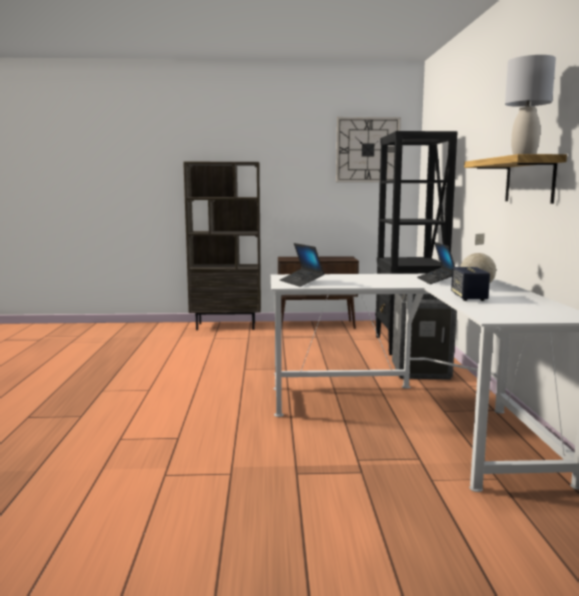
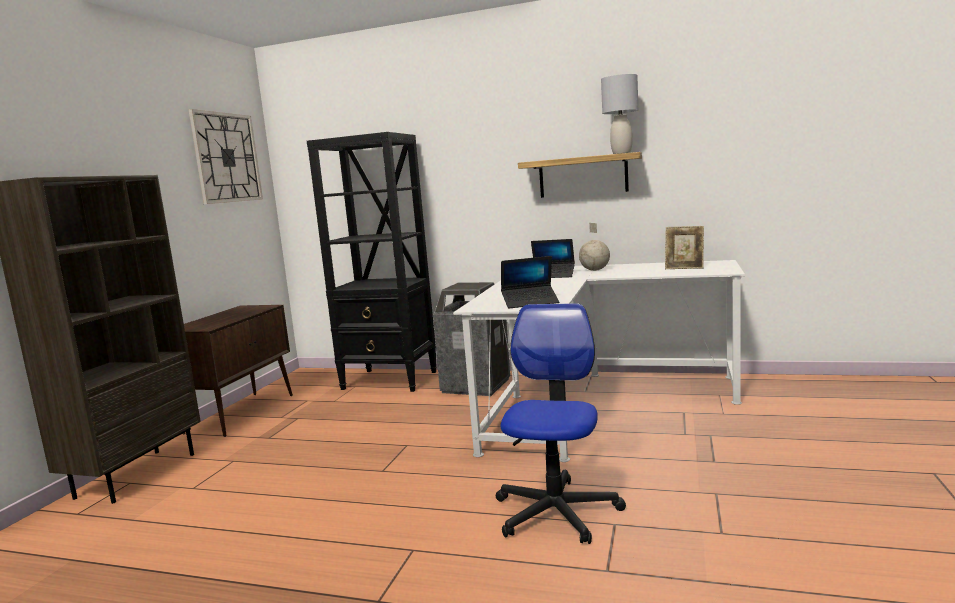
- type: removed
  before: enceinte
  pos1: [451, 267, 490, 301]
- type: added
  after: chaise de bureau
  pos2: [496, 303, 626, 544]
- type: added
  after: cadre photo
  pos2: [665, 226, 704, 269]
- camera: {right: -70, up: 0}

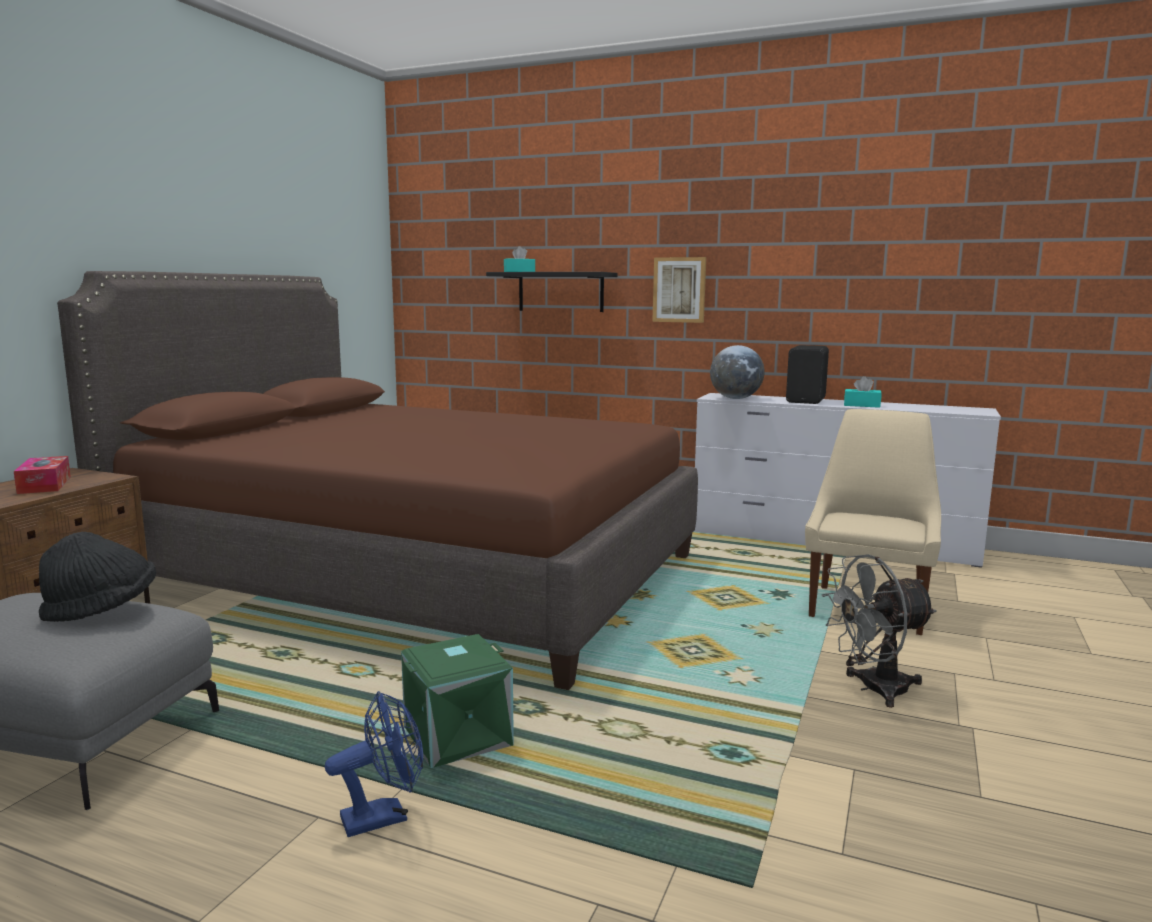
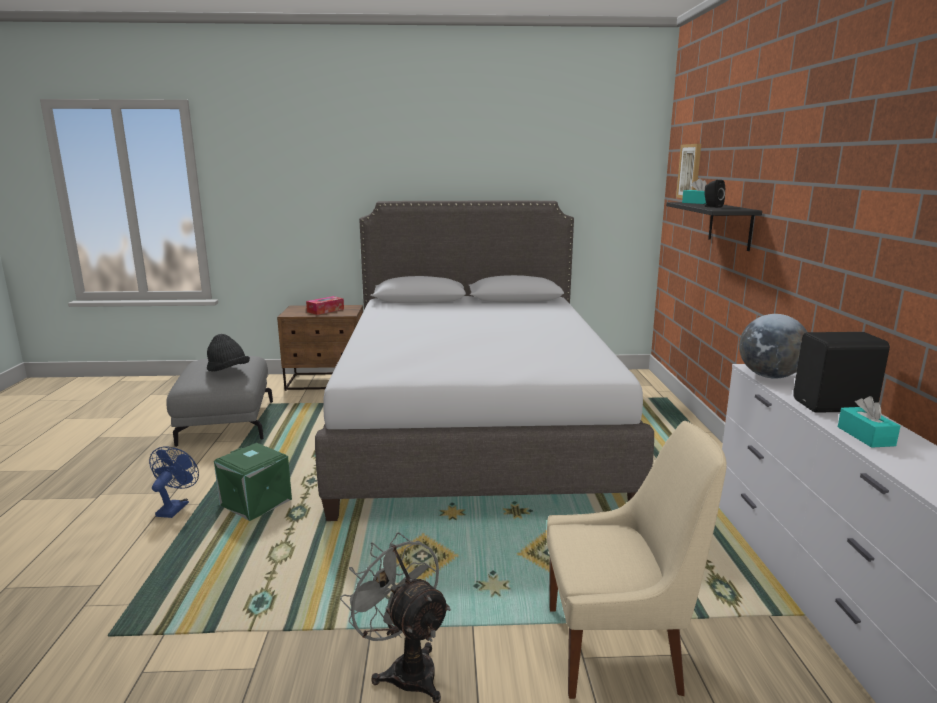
- type: recoloured
  before: lit/marron
  after: lit/gris
  pos1: [57, 271, 698, 690]
  pos2: [315, 200, 654, 521]
- type: turned
  before: ventilateur/bleu
  pos1: [325, 691, 423, 837]
  pos2: [149, 446, 199, 518]
  turn: -120
- type: moved
  before: tableau
  pos1: [652, 257, 706, 323]
  pos2: [676, 144, 701, 198]
- type: added
  after: enceinte/noir
  pos2: [703, 180, 725, 208]
- camera: {right: 65, up: 5}

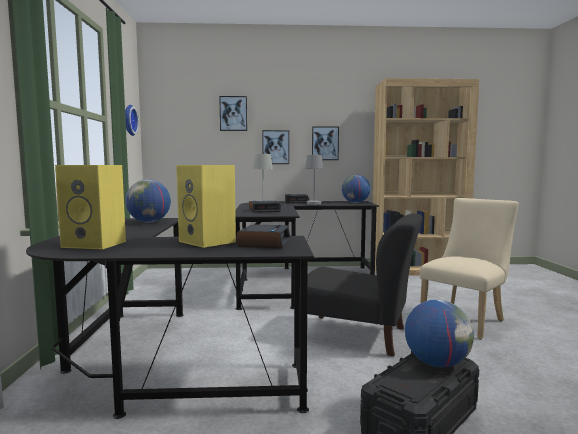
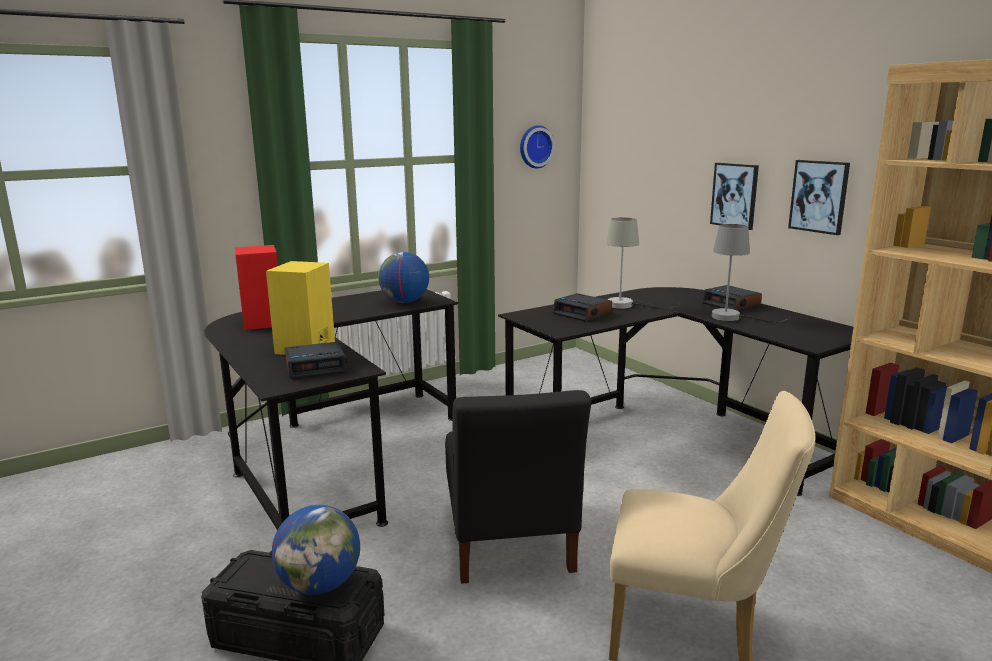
- type: recoloured
  before: enceinte/jaune
  after: enceinte/rouge
  pos1: [55, 165, 126, 249]
  pos2: [235, 245, 278, 330]
- type: removed
  before: tableau
  pos1: [219, 96, 247, 131]
- type: removed
  before: globe
  pos1: [342, 175, 370, 203]
- camera: {right: 60, up: 10}

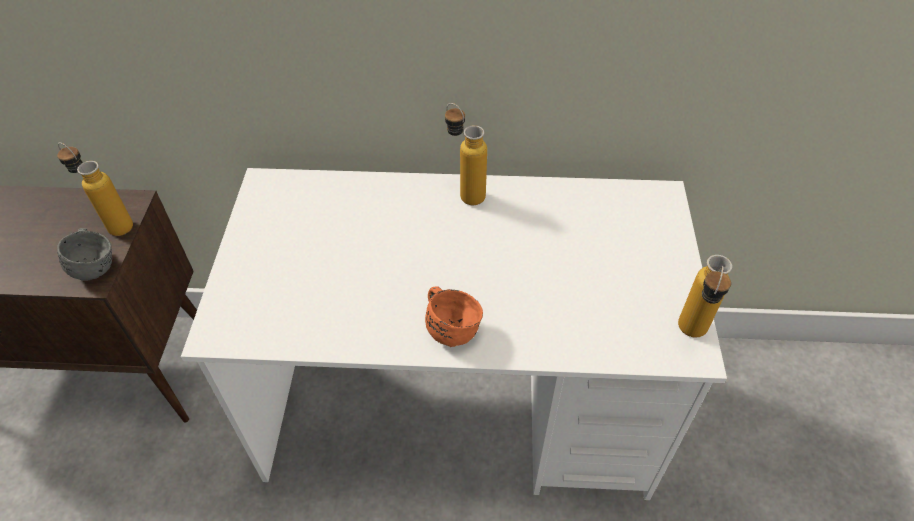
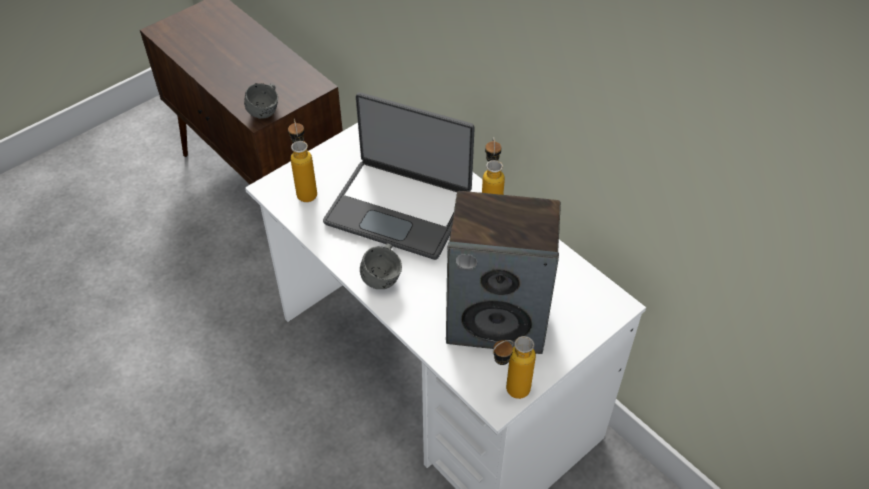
- type: moved
  before: bouteille
  pos1: [57, 143, 133, 236]
  pos2: [288, 119, 317, 202]
- type: recoloured
  before: mug/orange
  after: mug/gris
  pos1: [425, 286, 483, 347]
  pos2: [360, 243, 402, 289]
- type: added
  after: ordinateur portable
  pos2: [323, 92, 475, 260]
- type: added
  after: enceinte
  pos2: [446, 191, 561, 354]
- camera: {right: 45, up: 0}

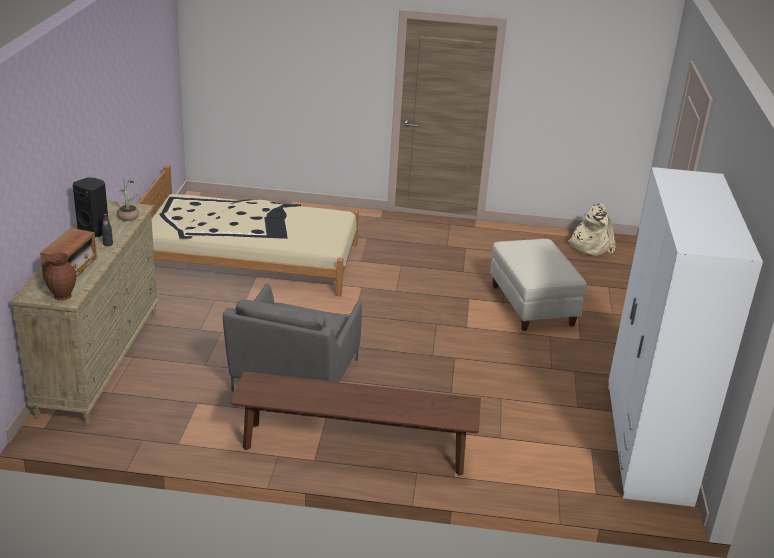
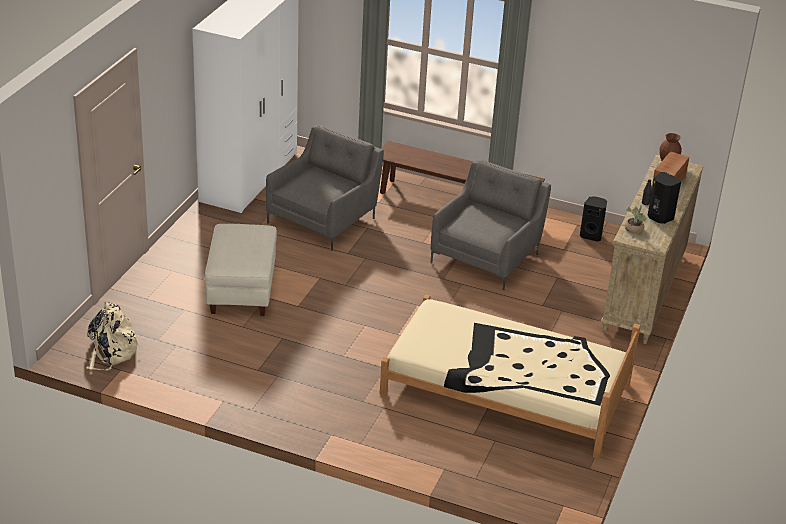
- type: added
  after: fauteuil/gris
  pos2: [266, 125, 384, 251]
- type: added
  after: enceinte/noir
  pos2: [580, 196, 607, 242]
- camera: {right: -165, up: 5}

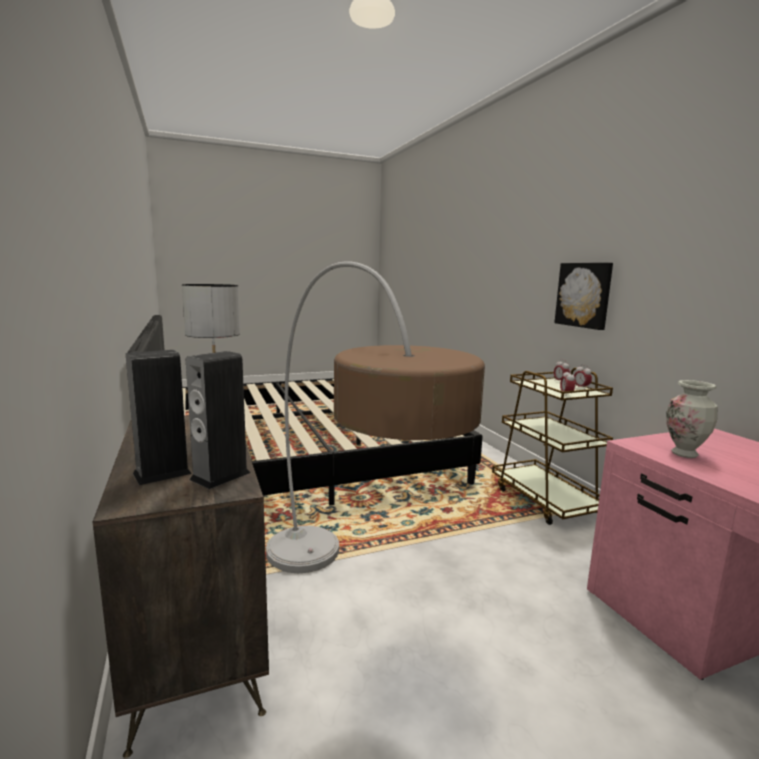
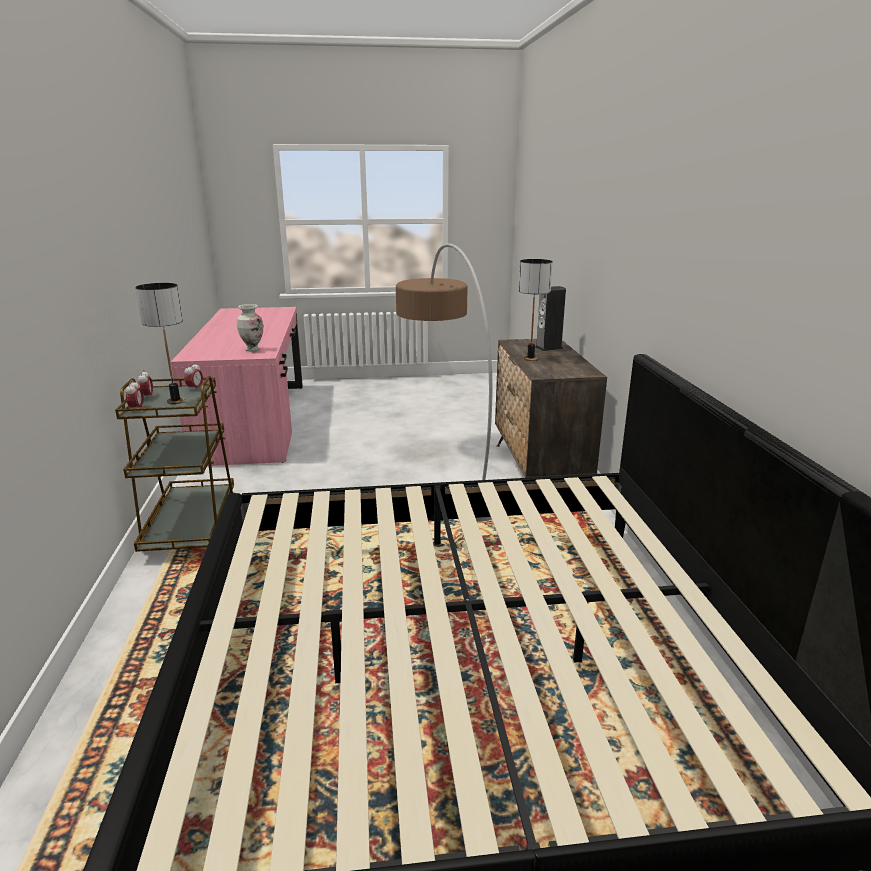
- type: removed
  before: enceinte
  pos1: [186, 351, 250, 489]
- type: removed
  before: tableau
  pos1: [554, 263, 613, 330]
- type: added
  after: lampe de table
  pos2: [135, 283, 185, 404]
- camera: {right: -165, up: 10}

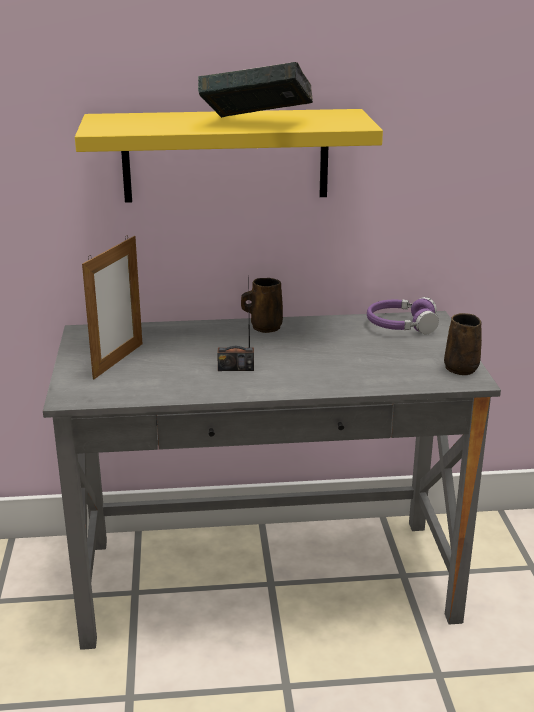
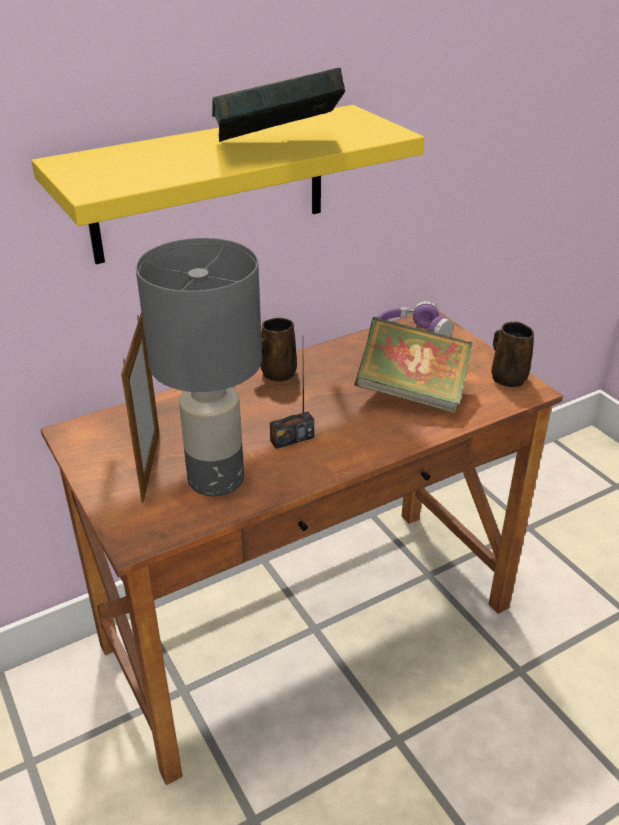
- type: recoloured
  before: bureau/gris
  after: bureau/marron
  pos1: [43, 311, 501, 650]
  pos2: [40, 311, 563, 785]
- type: added
  after: lampe de table/gris
  pos2: [136, 238, 262, 496]
- type: added
  after: livre
  pos2: [354, 317, 473, 413]
- camera: {right: -25, up: 10}

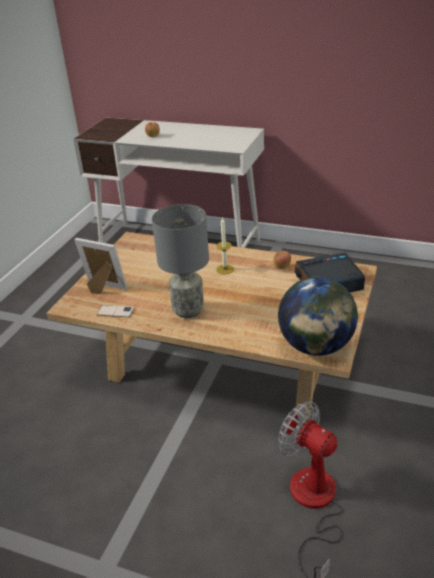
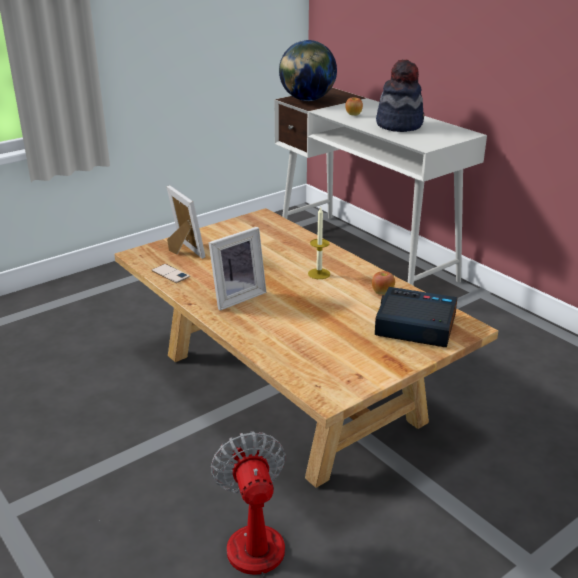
- type: replaced
  before: lampe de table/gris
  after: cadre photo
  pos1: [152, 204, 209, 318]
  pos2: [209, 227, 267, 311]
- type: moved
  before: globe
  pos1: [278, 277, 358, 356]
  pos2: [279, 40, 337, 101]
- type: added
  after: chapeau
  pos2: [376, 59, 424, 132]
- camera: {right: 30, up: -5}

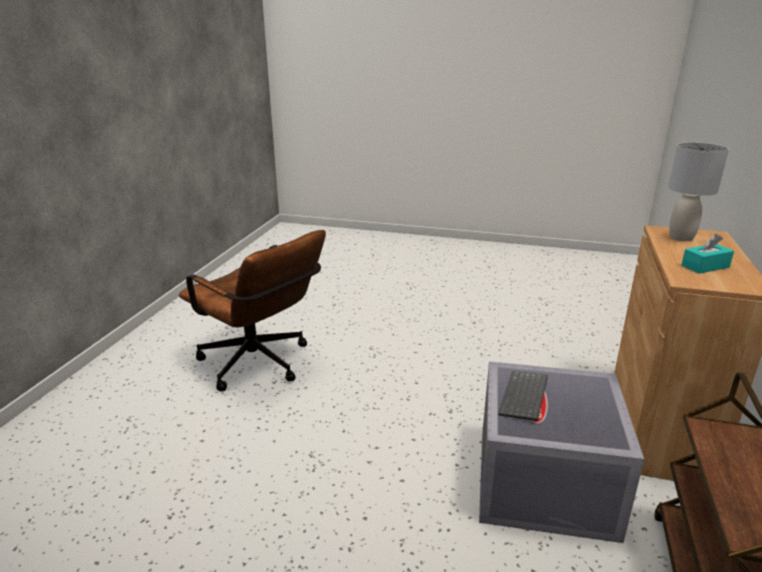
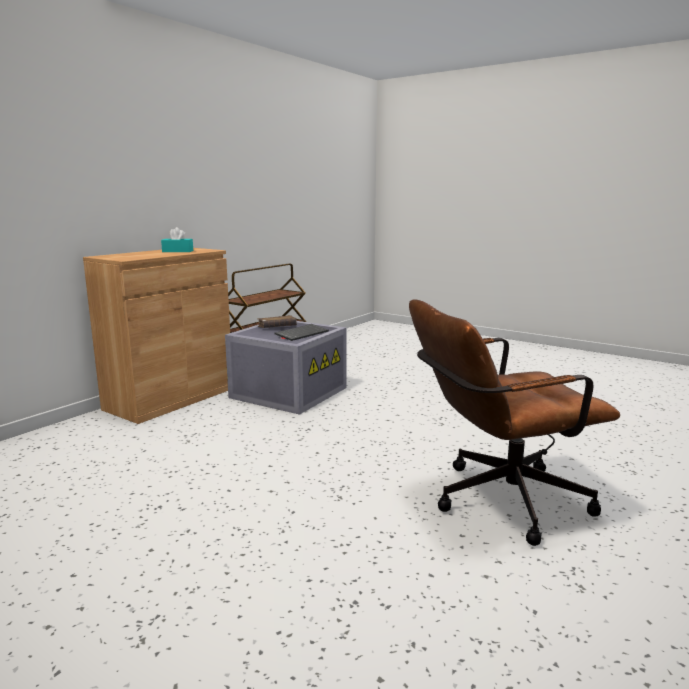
- type: turned
  before: chaise de bureau/marron
  pos1: [179, 230, 326, 392]
  pos2: [409, 299, 620, 546]
  turn: -75
- type: removed
  before: lampe de table/gris
  pos1: [668, 142, 729, 241]
- type: added
  after: livre/marron
  pos2: [257, 315, 297, 328]
- camera: {right: -160, up: -10}

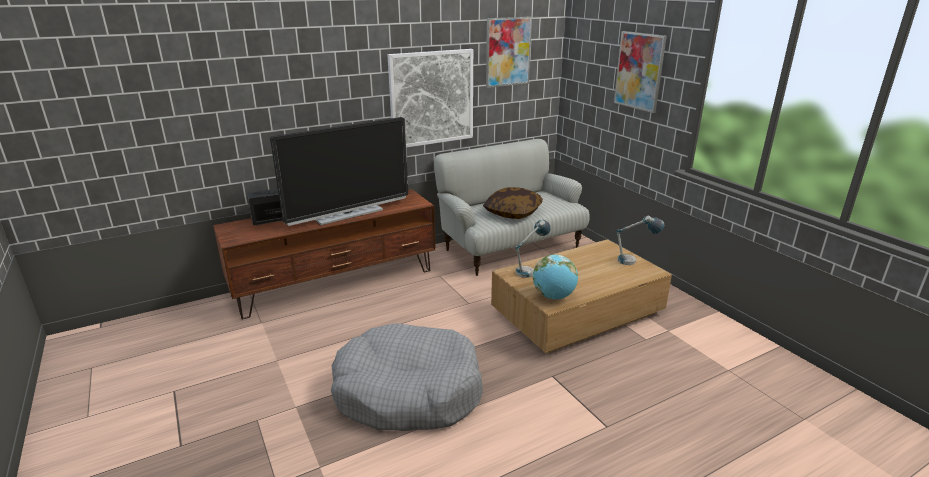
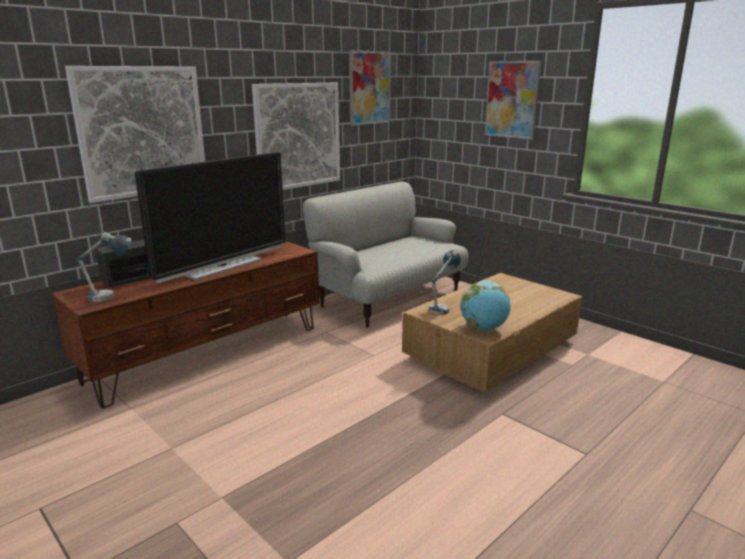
- type: removed
  before: panier pour chien/gris
  pos1: [331, 323, 483, 431]
- type: removed
  before: coussin
  pos1: [483, 187, 543, 219]
- type: moved
  before: lampe de table
  pos1: [616, 216, 664, 265]
  pos2: [77, 232, 131, 302]
- type: added
  after: tableau
  pos2: [65, 66, 205, 203]
- camera: {right: -15, up: -5}

